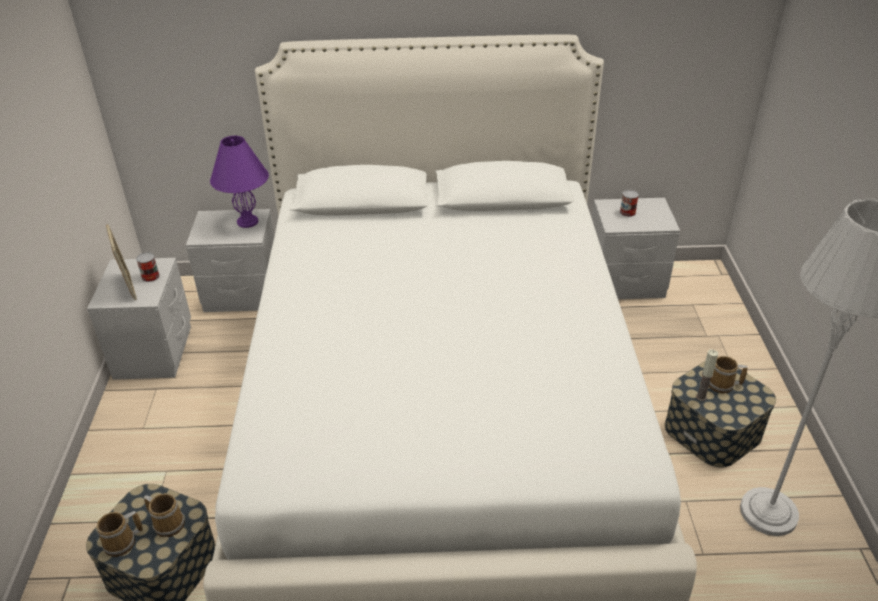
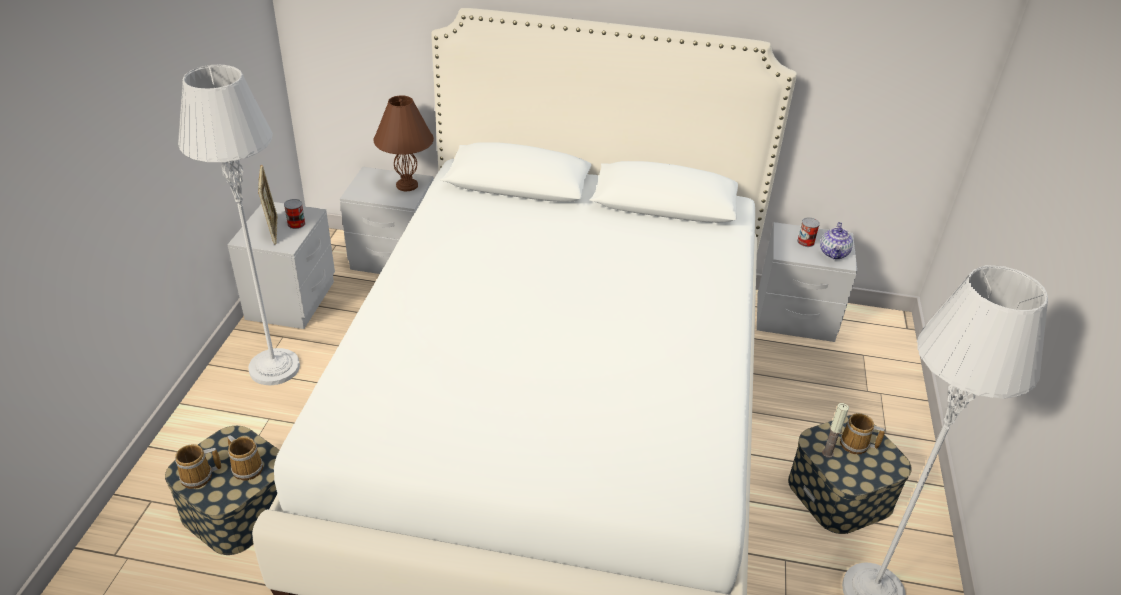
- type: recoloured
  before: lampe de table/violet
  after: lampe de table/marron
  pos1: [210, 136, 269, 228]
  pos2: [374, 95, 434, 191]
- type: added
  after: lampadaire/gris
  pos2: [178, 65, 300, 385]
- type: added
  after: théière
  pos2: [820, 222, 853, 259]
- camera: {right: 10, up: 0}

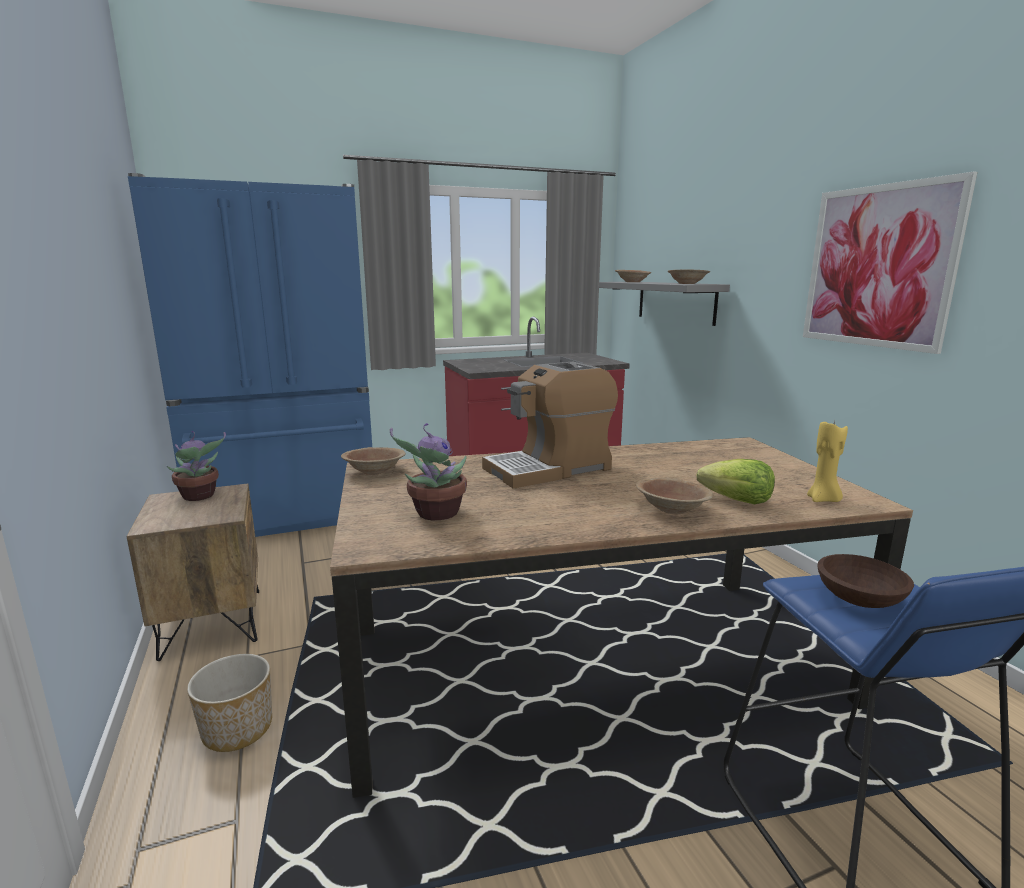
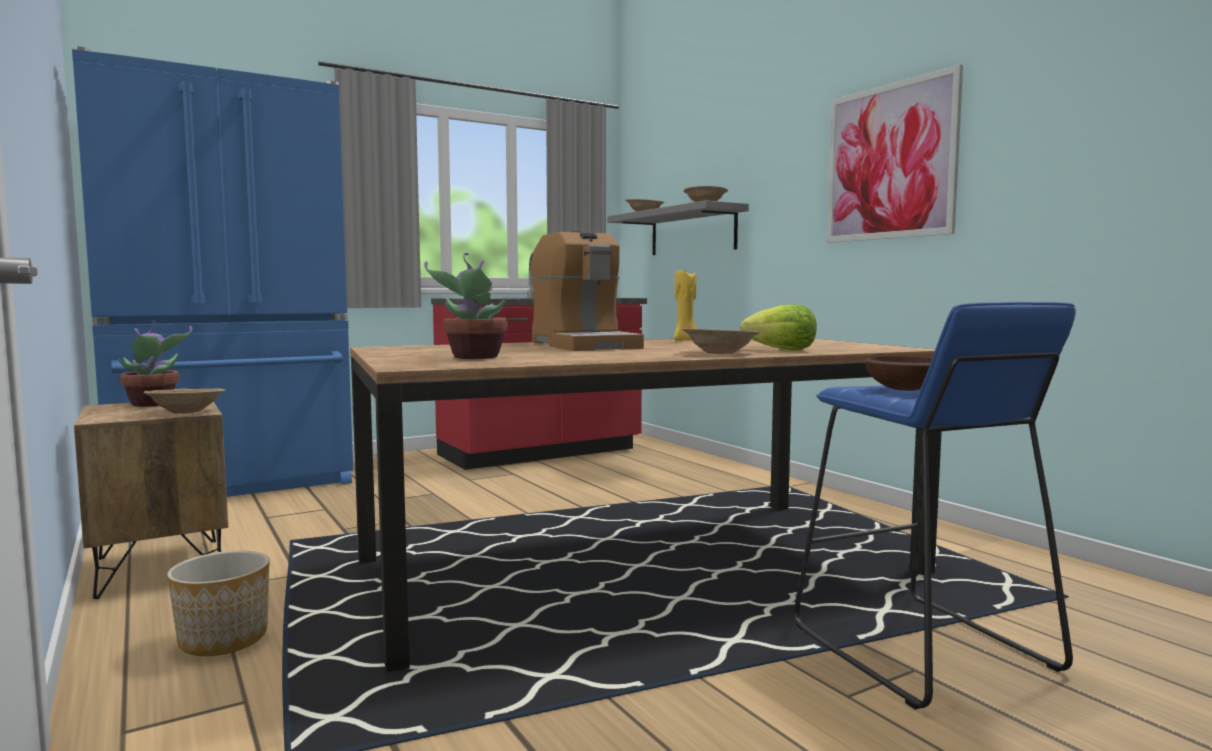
- type: moved
  before: bol/marron
  pos1: [341, 447, 406, 475]
  pos2: [143, 388, 225, 414]
- type: turned
  before: machine à café
  pos1: [482, 362, 618, 489]
  pos2: [531, 231, 644, 351]
  turn: -75
- type: moved
  before: bougie/jaune
  pos1: [807, 420, 848, 502]
  pos2: [674, 270, 697, 341]
- camera: {right: -10, up: -10}

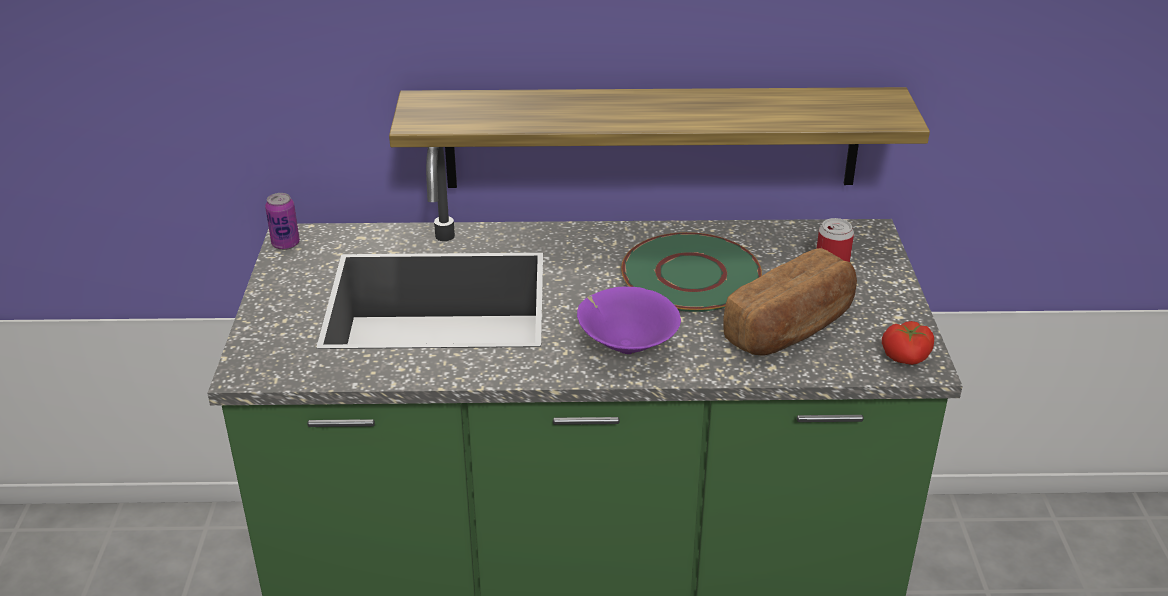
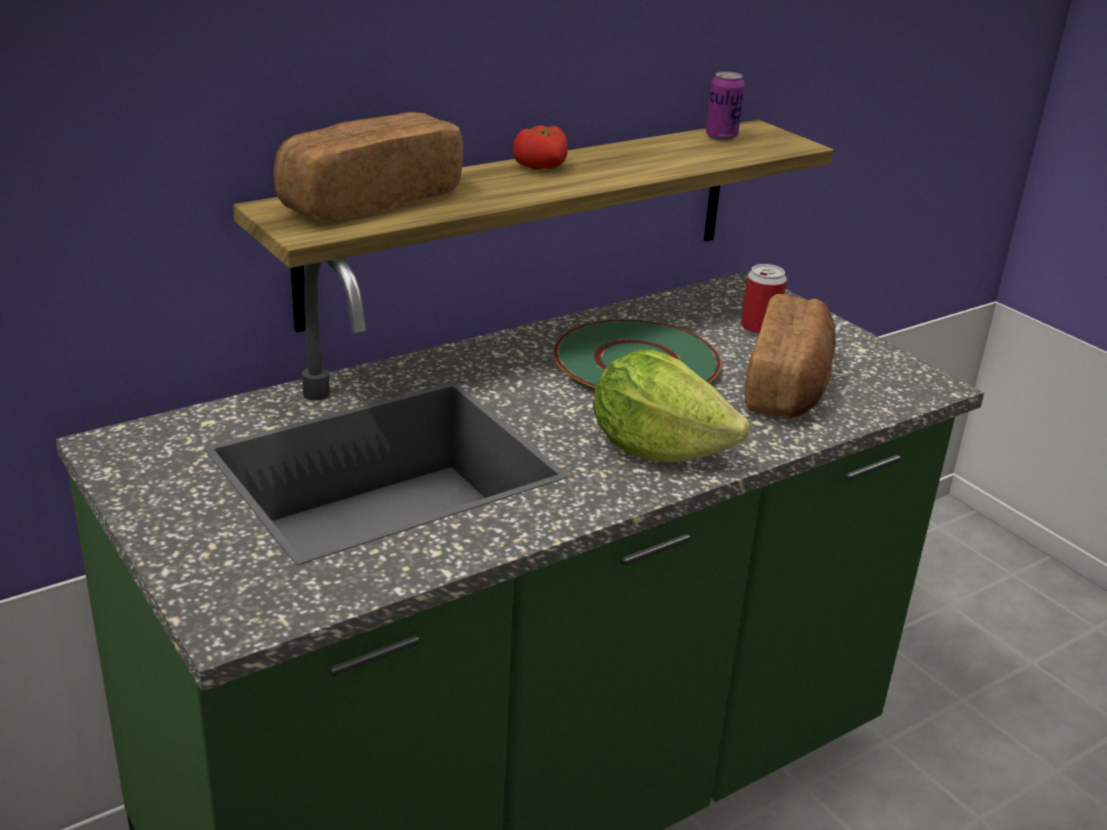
- type: moved
  before: boîte métallique
  pos1: [265, 193, 300, 250]
  pos2: [706, 71, 745, 141]
- type: replaced
  before: bol/violet
  after: laitue
  pos1: [577, 286, 681, 354]
  pos2: [593, 349, 749, 462]
- type: moved
  before: tomate
  pos1: [882, 321, 934, 365]
  pos2: [513, 125, 568, 170]
- type: added
  after: pain
  pos2: [273, 112, 463, 222]
- camera: {right: -35, up: -5}

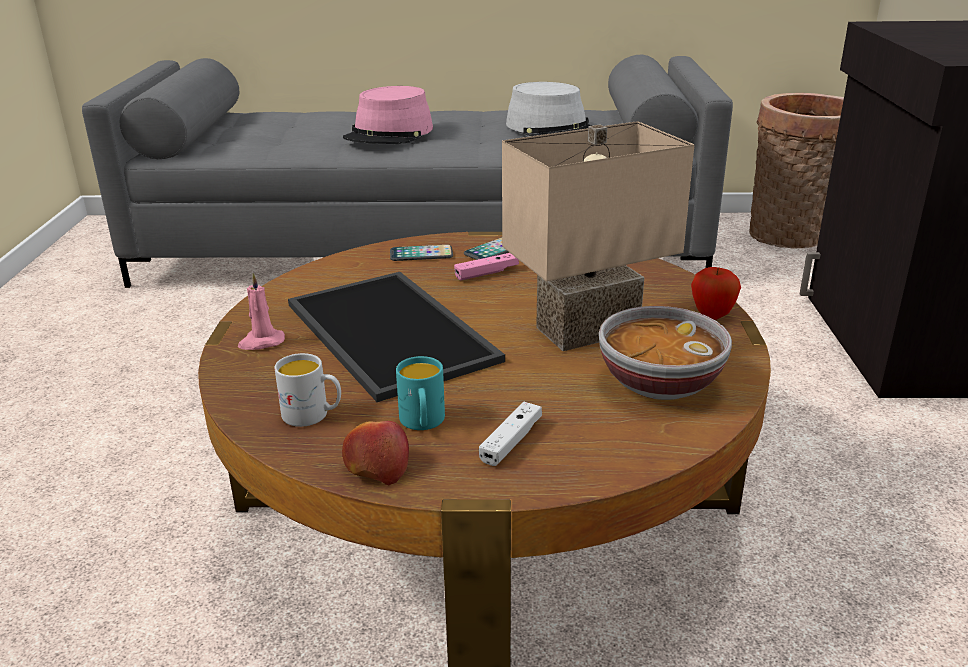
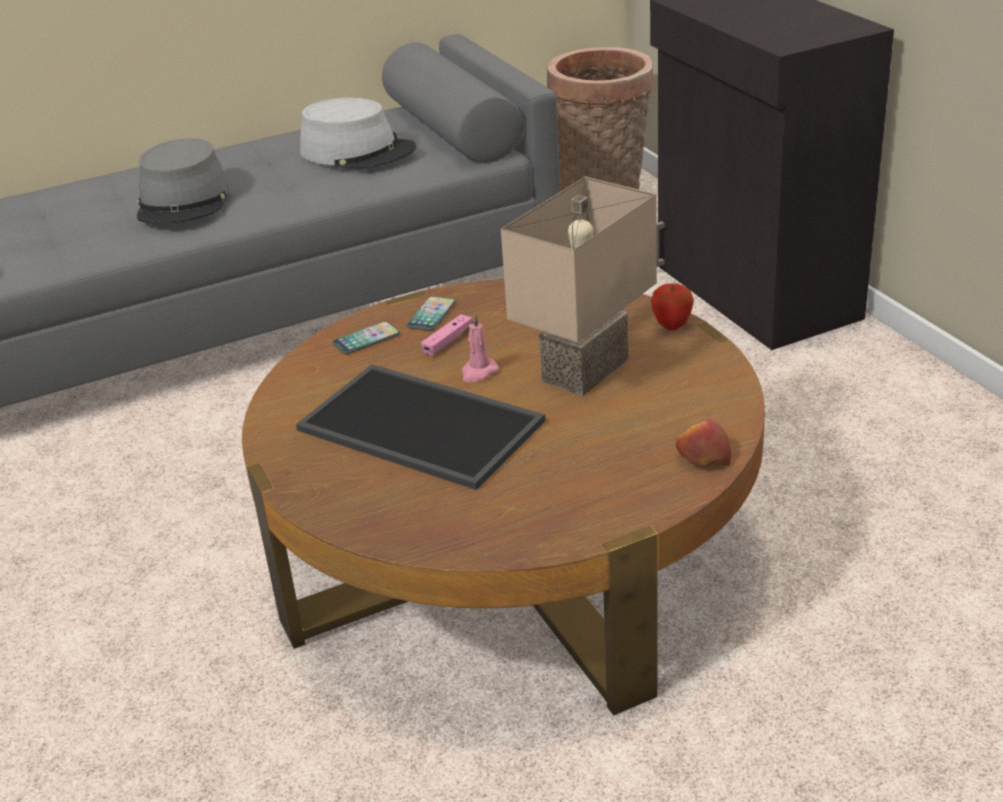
- type: moved
  before: bougie/rose
  pos1: [238, 273, 285, 350]
  pos2: [462, 313, 499, 382]
- type: removed
  before: mug/blanc
  pos1: [275, 353, 341, 427]
- type: moved
  before: pomme
  pos1: [342, 421, 409, 485]
  pos2: [676, 420, 732, 466]
- type: recoloured
  before: chapeau/rose
  after: chapeau/gris
  pos1: [343, 86, 433, 144]
  pos2: [137, 138, 230, 224]
- type: removed
  before: mug/turquoise
  pos1: [396, 356, 445, 430]
- type: removed
  before: manette/blanc
  pos1: [479, 402, 542, 466]
- type: removed
  before: bol
  pos1: [599, 306, 732, 400]
- camera: {right: -25, up: 5}

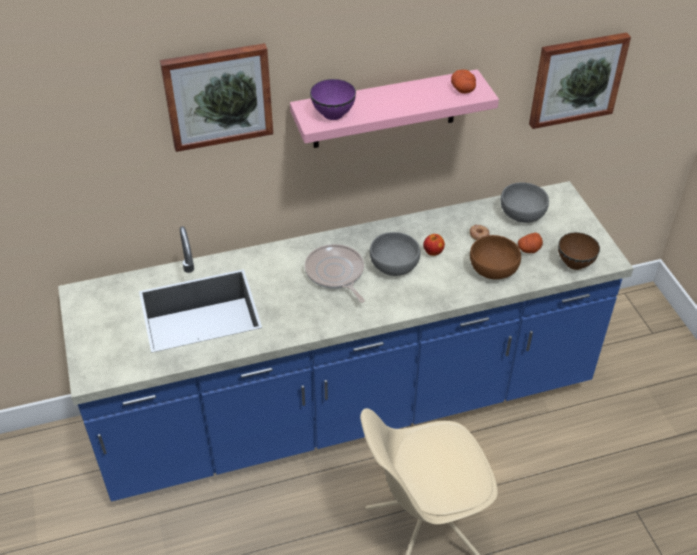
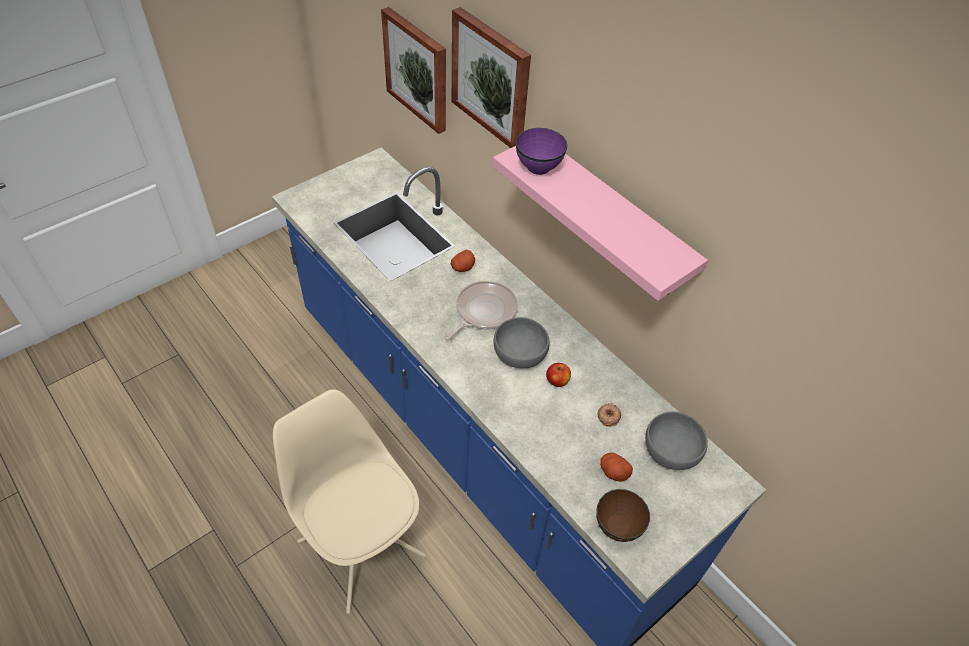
- type: moved
  before: pomme de terre
  pos1: [451, 69, 476, 94]
  pos2: [451, 250, 475, 272]
- type: removed
  before: bol/marron
  pos1: [470, 235, 521, 279]
- type: moved
  before: tableau
  pos1: [529, 32, 631, 129]
  pos2: [381, 7, 446, 134]
- camera: {right: 65, up: 5}

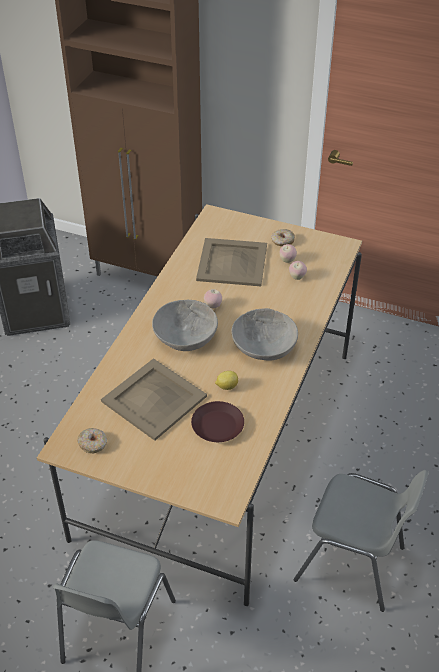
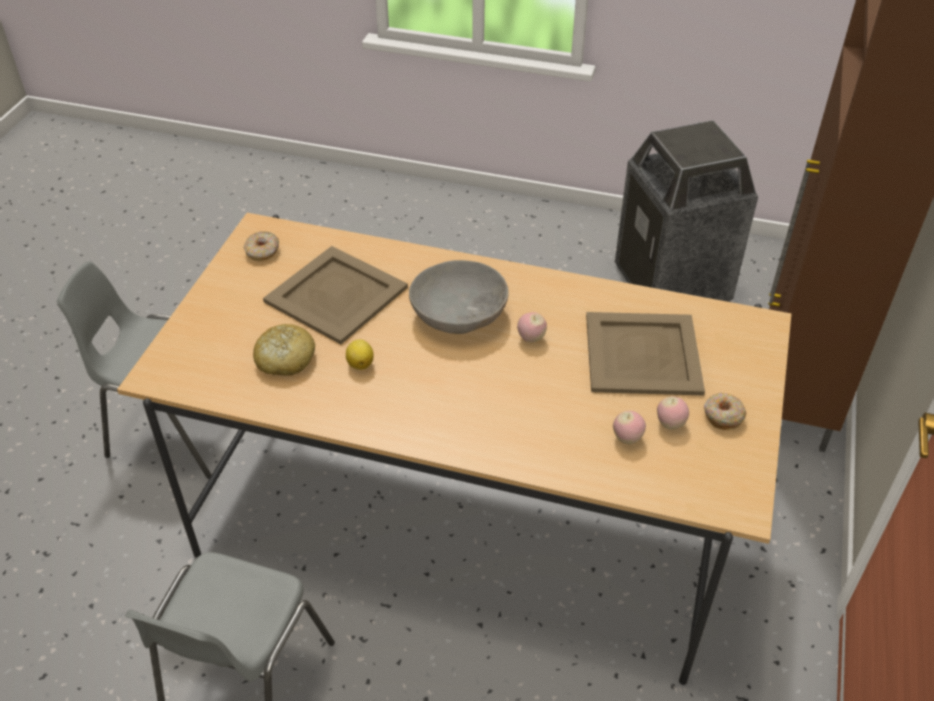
- type: replaced
  before: assiette/marron
  after: pain
  pos1: [191, 401, 244, 442]
  pos2: [253, 324, 315, 376]
- type: removed
  before: bol/gris
  pos1: [232, 308, 298, 361]
- camera: {right: 85, up: 0}

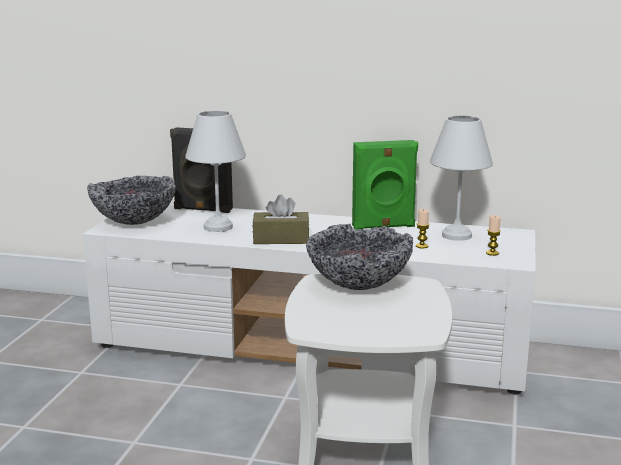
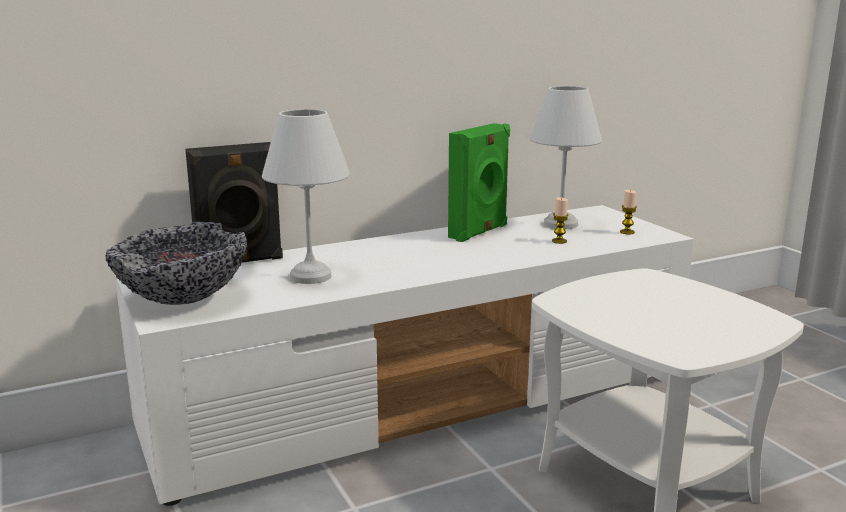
- type: removed
  before: boîte à mouchoirs/marron
  pos1: [252, 195, 309, 244]
- type: removed
  before: bol
  pos1: [306, 224, 413, 290]
- camera: {right: -40, up: 0}

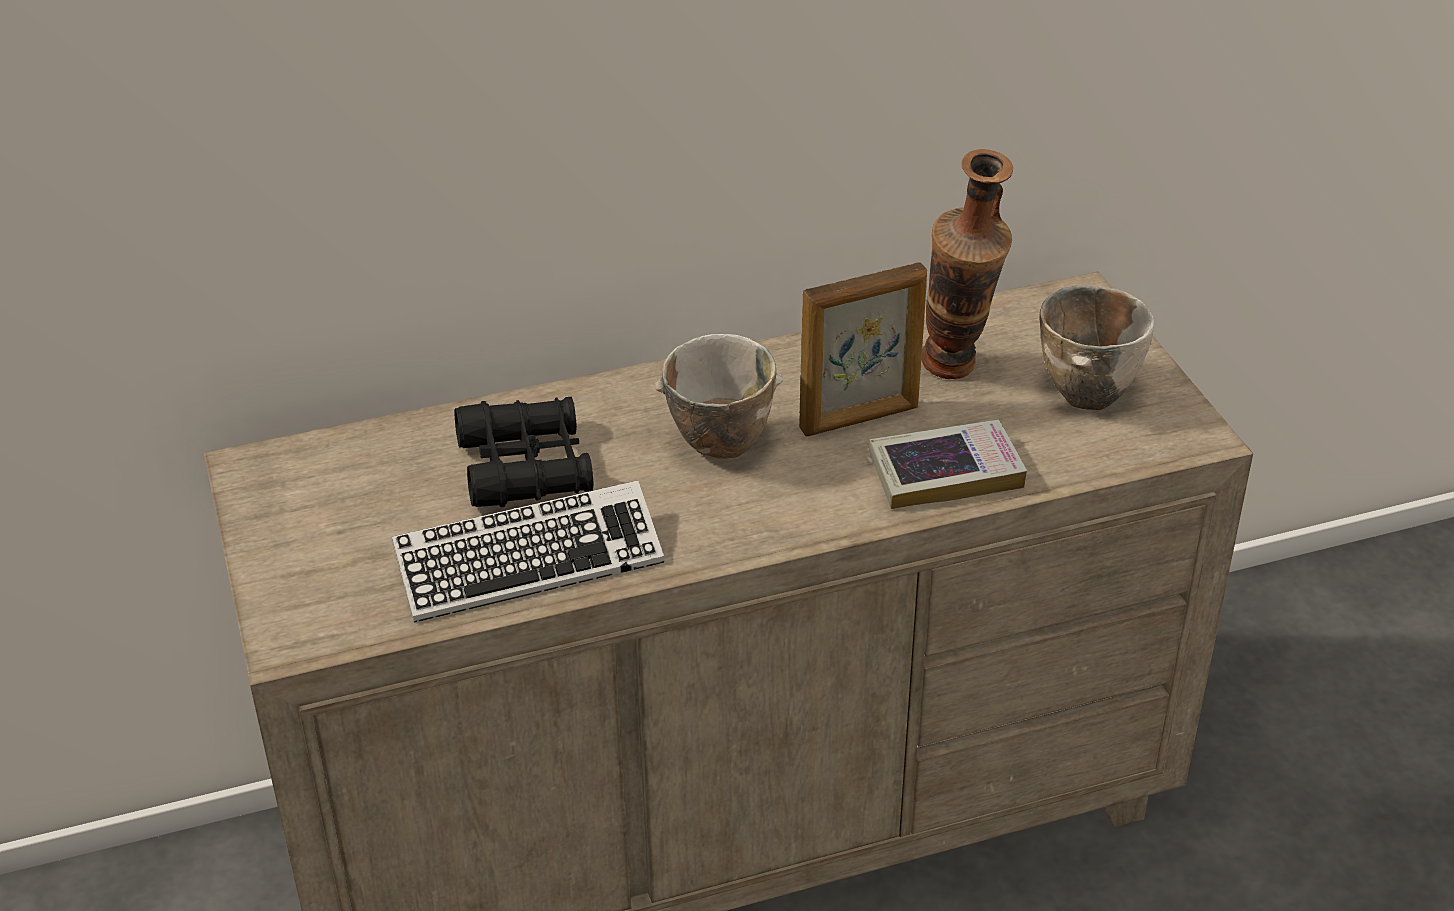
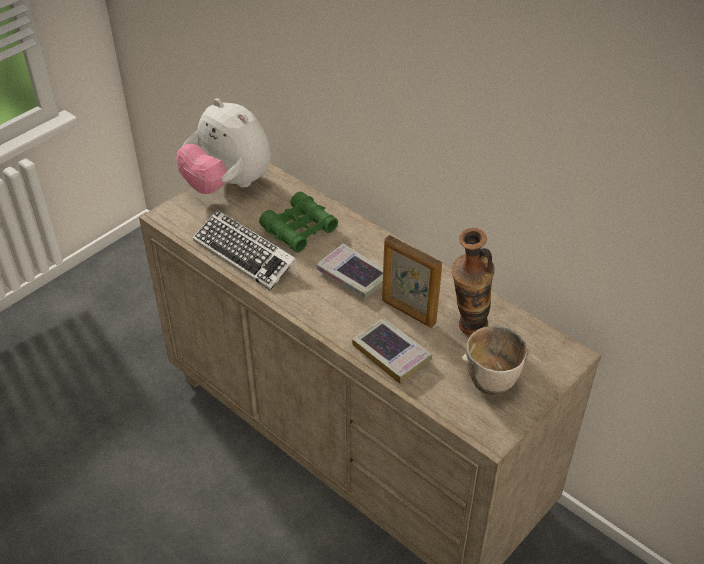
- type: recoloured
  before: jumelles/noir
  after: jumelles/vert
  pos1: [454, 397, 594, 508]
  pos2: [259, 192, 338, 253]
- type: replaced
  before: bol
  after: livre
  pos1: [655, 334, 783, 459]
  pos2: [317, 243, 383, 299]
- type: added
  after: peluche
  pos2: [176, 98, 271, 194]
- camera: {right: 60, up: 5}

